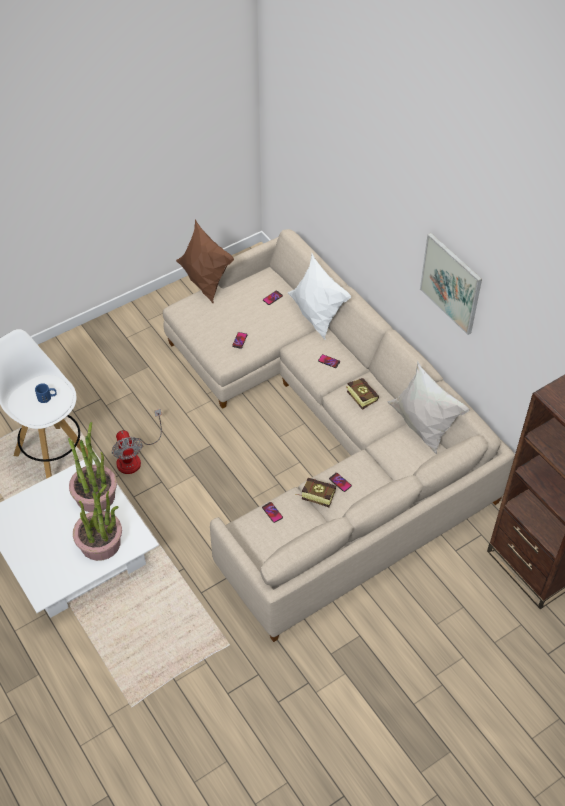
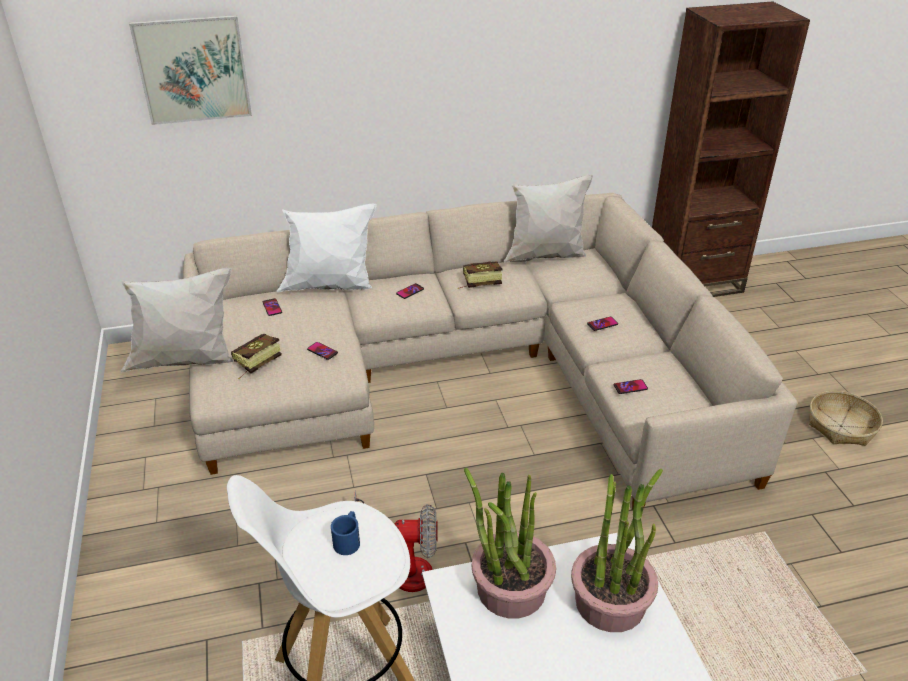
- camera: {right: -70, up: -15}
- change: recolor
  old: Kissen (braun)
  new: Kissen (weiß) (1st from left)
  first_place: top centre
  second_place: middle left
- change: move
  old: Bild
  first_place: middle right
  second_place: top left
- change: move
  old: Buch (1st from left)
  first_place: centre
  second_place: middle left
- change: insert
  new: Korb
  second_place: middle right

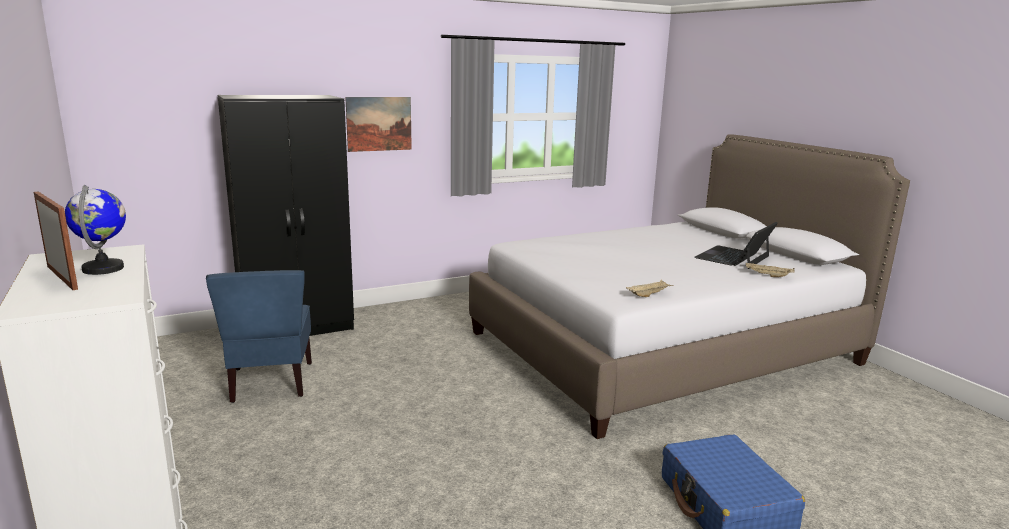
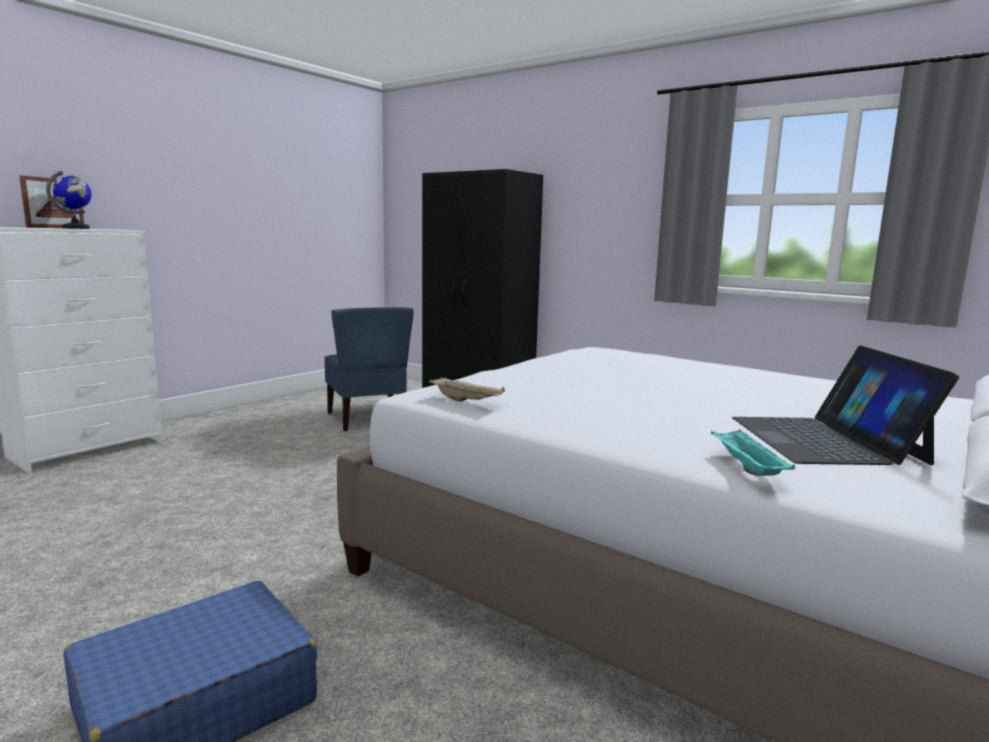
- camera: {right: 65, up: -5}
- change: rotate
  old: Stuhl (blau)
  first_place: middle left
  second_place: centre
  degrees: -75
- change: recolor
  old: Tablett (beige) (2nd from left)
  new: Tablett (türkis)
  first_place: middle right
  second_place: middle right
- change: rotate
  old: Laptop
  first_place: middle right
  second_place: middle right
  degrees: -105
- change: delete
  old: Bild
  first_place: top centre

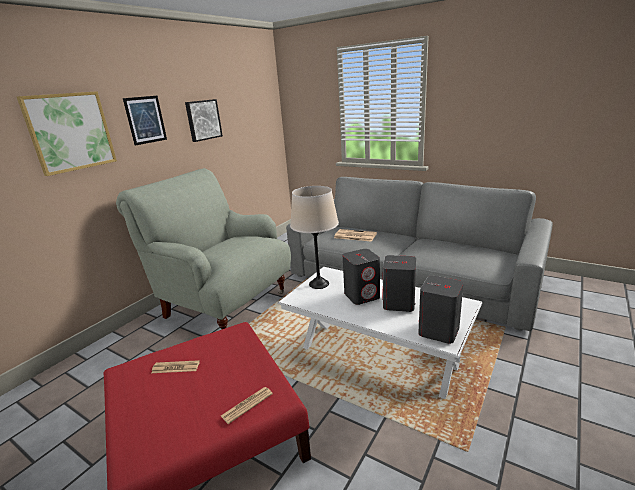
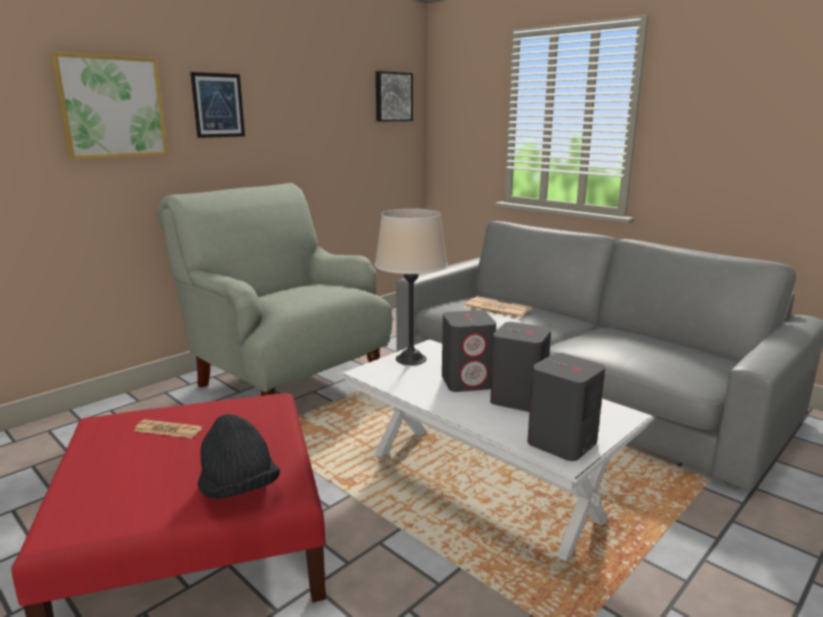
- camera: {right: 10, up: -5}
- change: replace
  old: Zeitung (2nd from left)
  new: Hut (schwarz)
  first_place: bottom centre
  second_place: bottom left
- change: move
  old: Bild (3rd from left)
  first_place: top left
  second_place: top centre

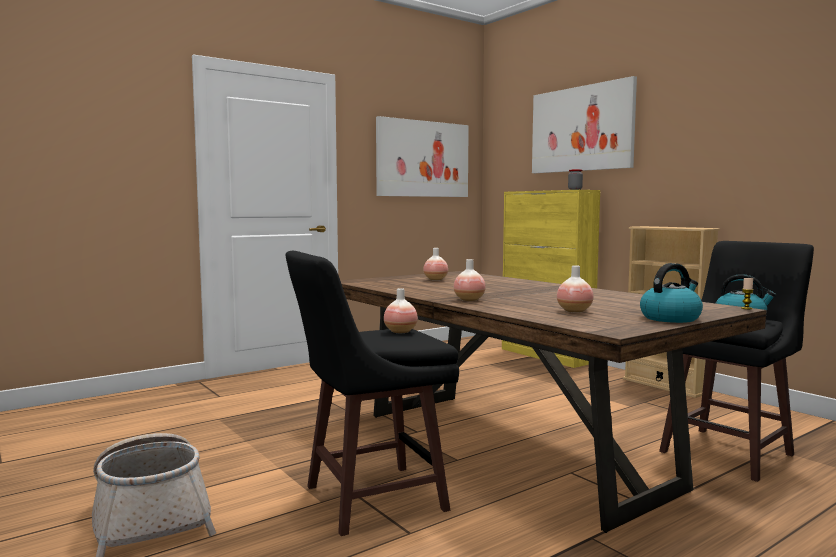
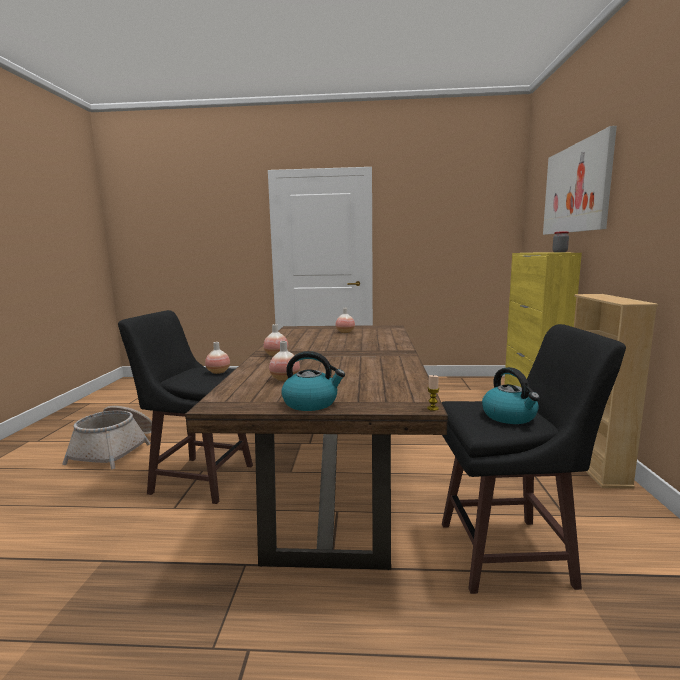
- camera: {right: 40, up: 5}
- change: delete
  old: Bild (1st from left)
  first_place: top centre

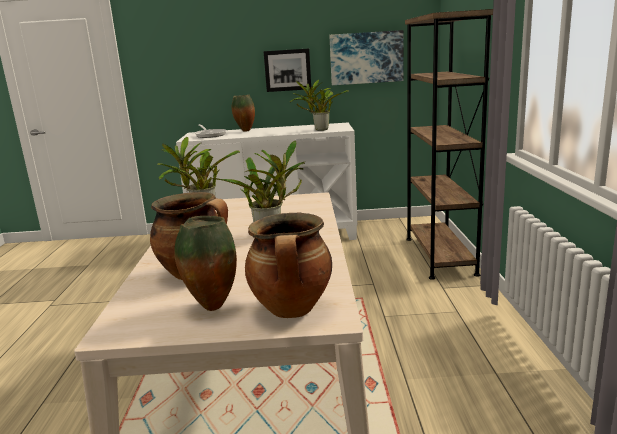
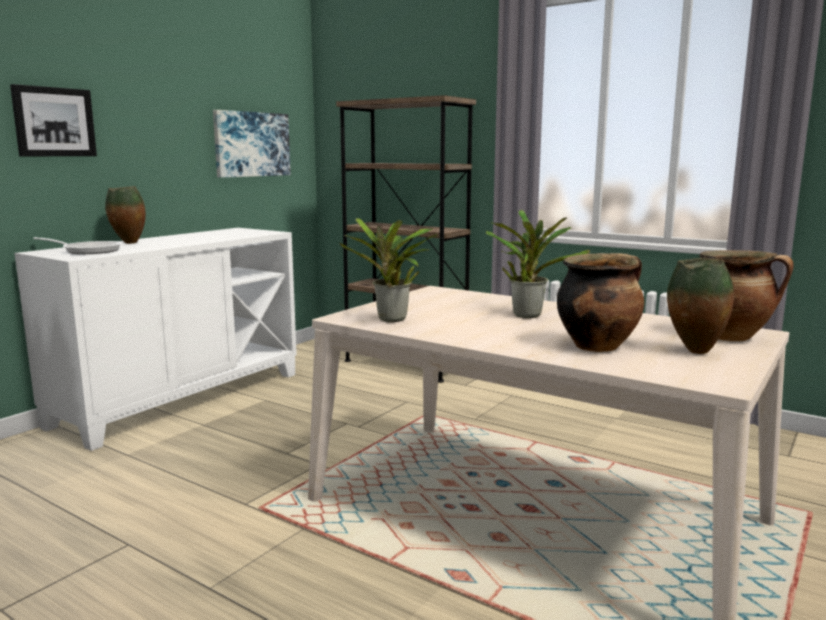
- camera: {right: -55, up: -5}
- change: move
  old: Bild (1st from left)
  first_place: top centre
  second_place: top left
- change: delete
  old: Topfpflanze (3rd from left)
  first_place: top centre

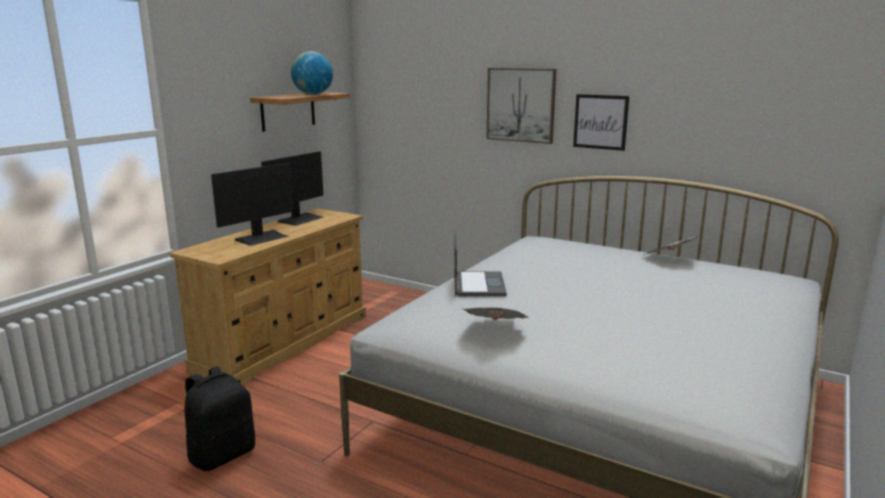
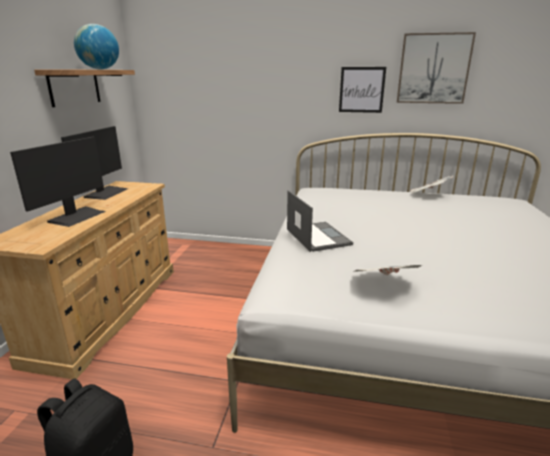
- camera: {right: -20, up: 5}
- change: move
  old: Bild (1st from left in the first image)
  new: Bild (2nd from left)
  first_place: top centre
  second_place: top right

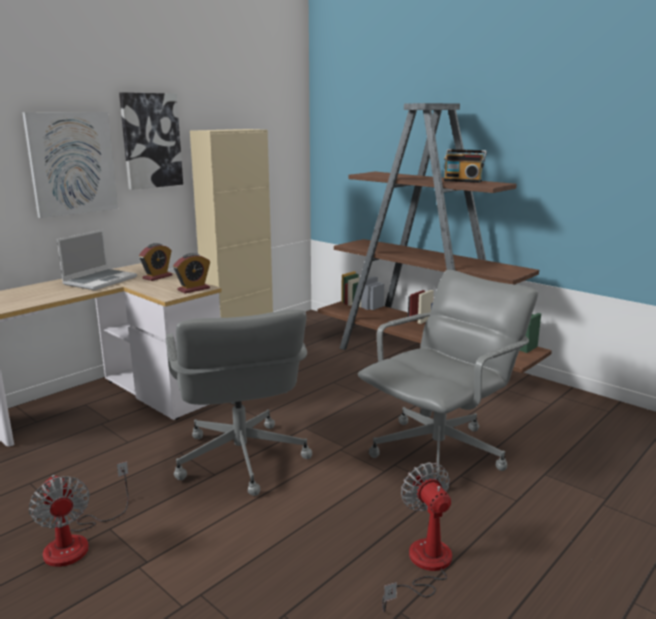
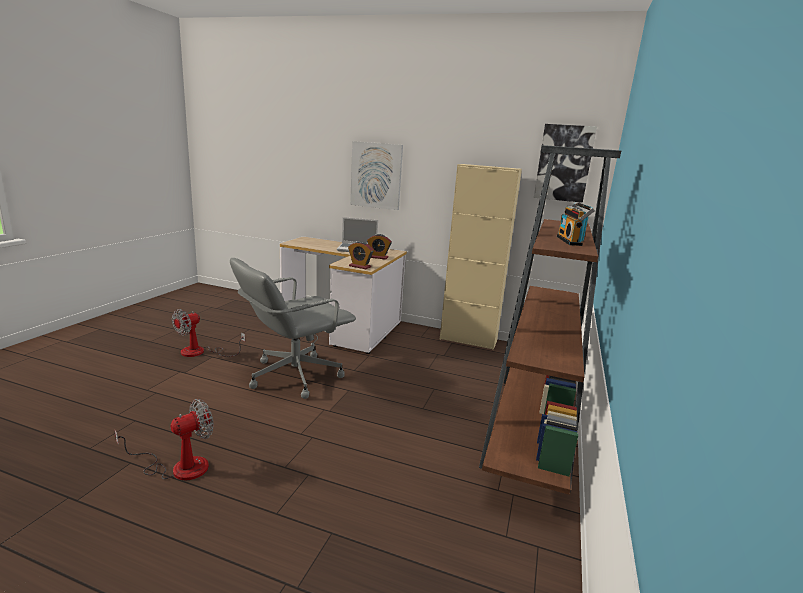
- camera: {right: 65, up: 0}
- change: move
  old: Bild (2nd from left)
  first_place: top left
  second_place: top right
- change: delete
  old: Bürostuhl (grau) (2nd from left)
  first_place: middle right

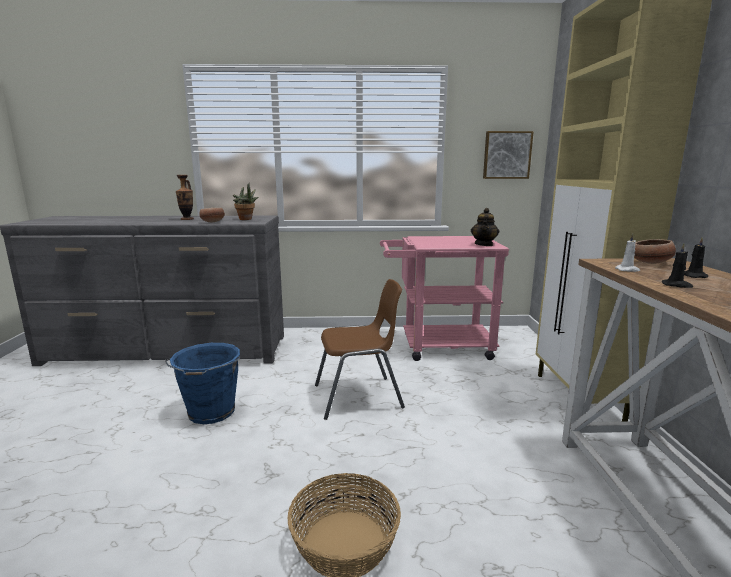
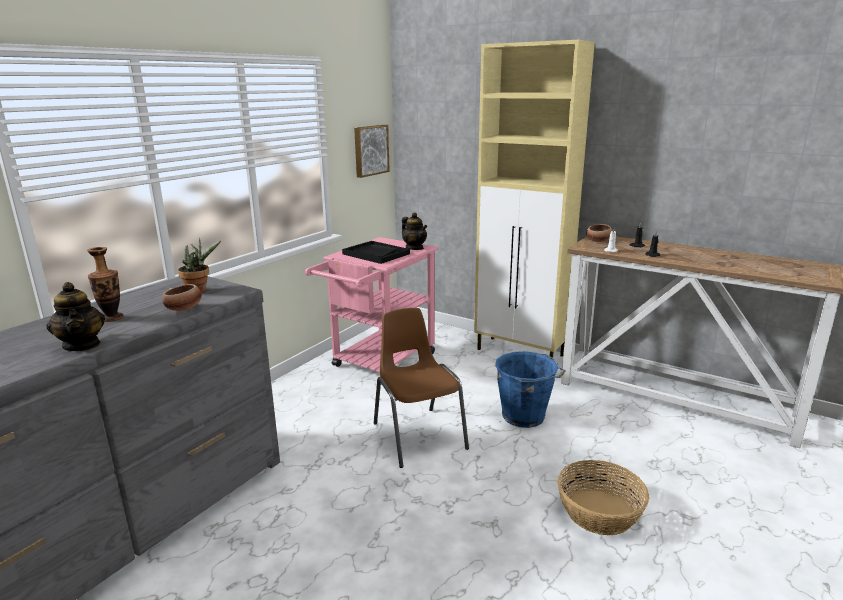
- camera: {right: -55, up: 5}
- change: insert
  new: Teekanne (1st from left)
  second_place: middle left
- change: insert
  new: Tablett (schwarz)
  second_place: centre
- change: rotate
  old: Stuhl (braun)
  first_place: centre
  second_place: centre
  degrees: -45
- change: move
  old: Eimer (blau)
  first_place: middle left
  second_place: centre

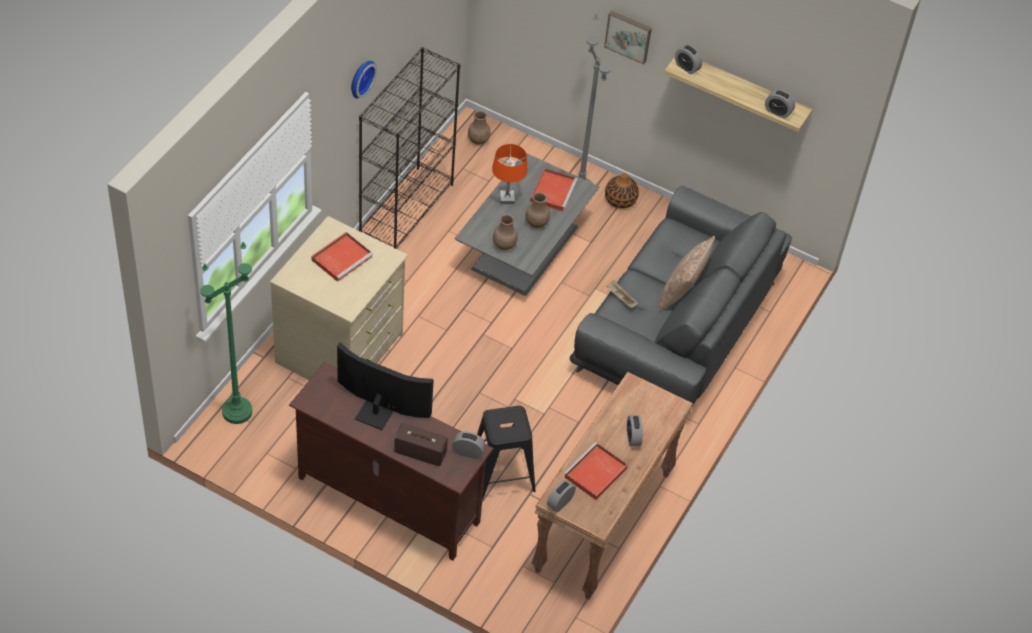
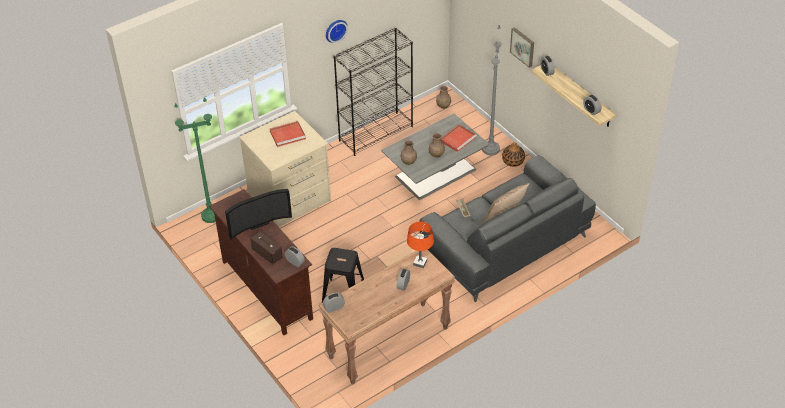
- camera: {right: 30, up: -5}
- change: rotate
  old: Fernseher
  first_place: centre
  second_place: middle left
  degrees: 105
- change: move
  old: Tischlampe (orange)
  first_place: top centre
  second_place: centre
- change: delete
  old: Tablett (rot) (3rd from left)
  first_place: bottom centre

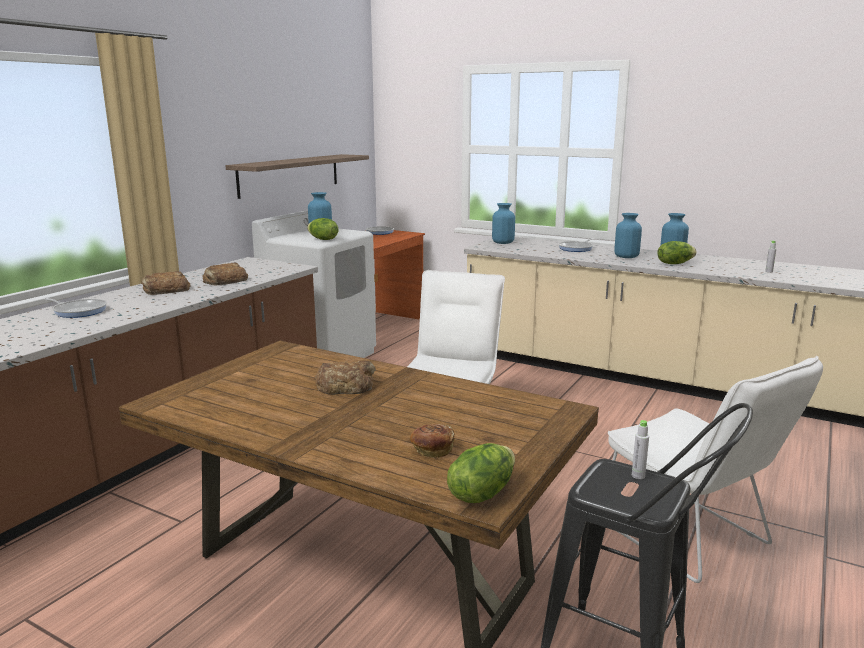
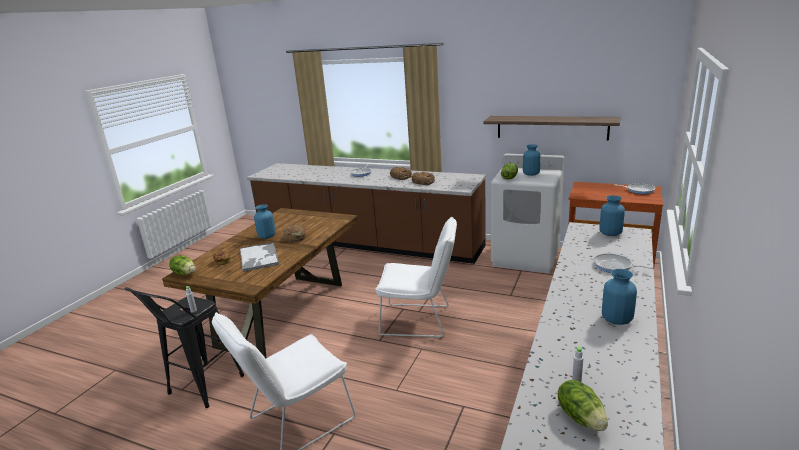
- camera: {right: 85, up: 5}
- change: insert
  new: Tablett
  second_place: middle left
- change: move
  old: Vase (blau) (3rd from left in the first image)
  new: Vase (blau) (1st from left)
  first_place: middle right
  second_place: middle left
- change: move
  old: Salatkopf (3rd from left)
  first_place: middle right
  second_place: bottom right

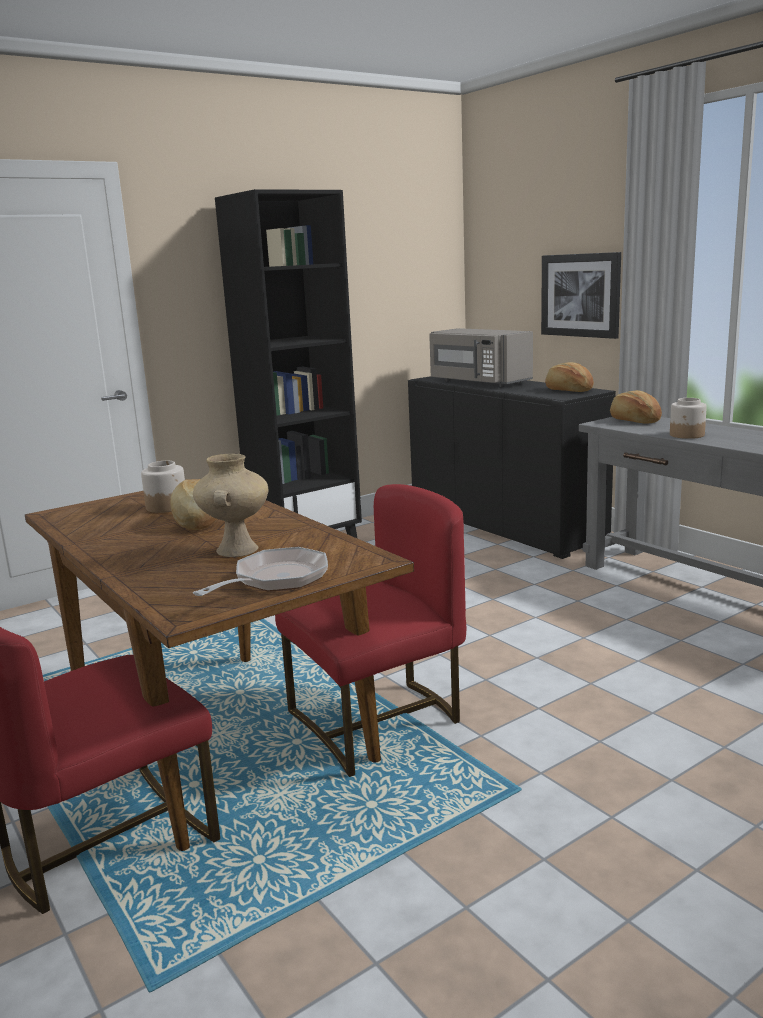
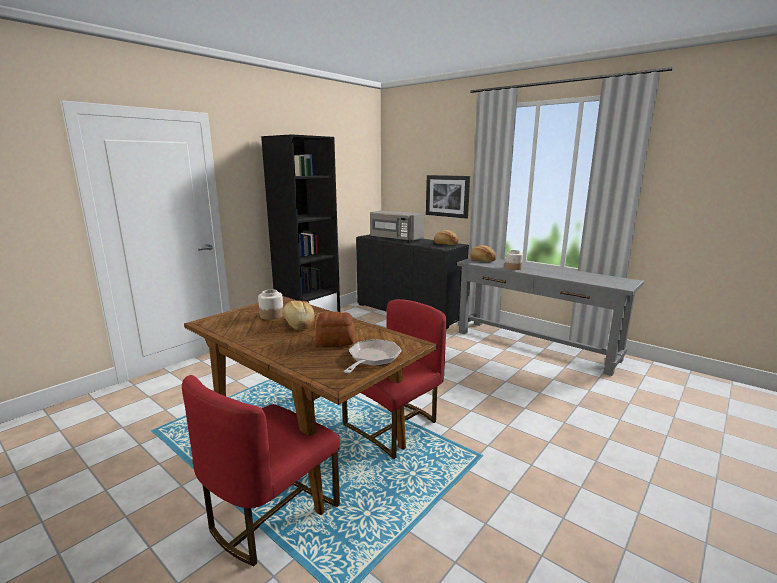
- camera: {right: -15, up: 0}
- change: replace
  old: Vase (beige)
  new: Brot (2nd from left)
  first_place: middle left
  second_place: centre

